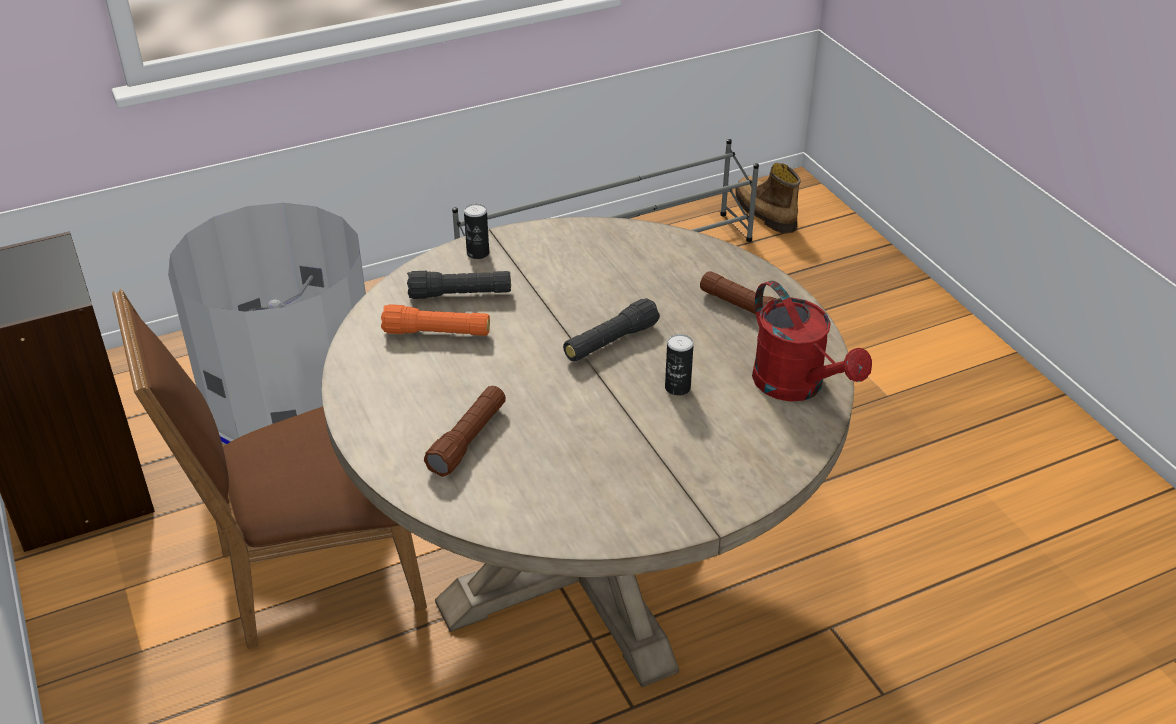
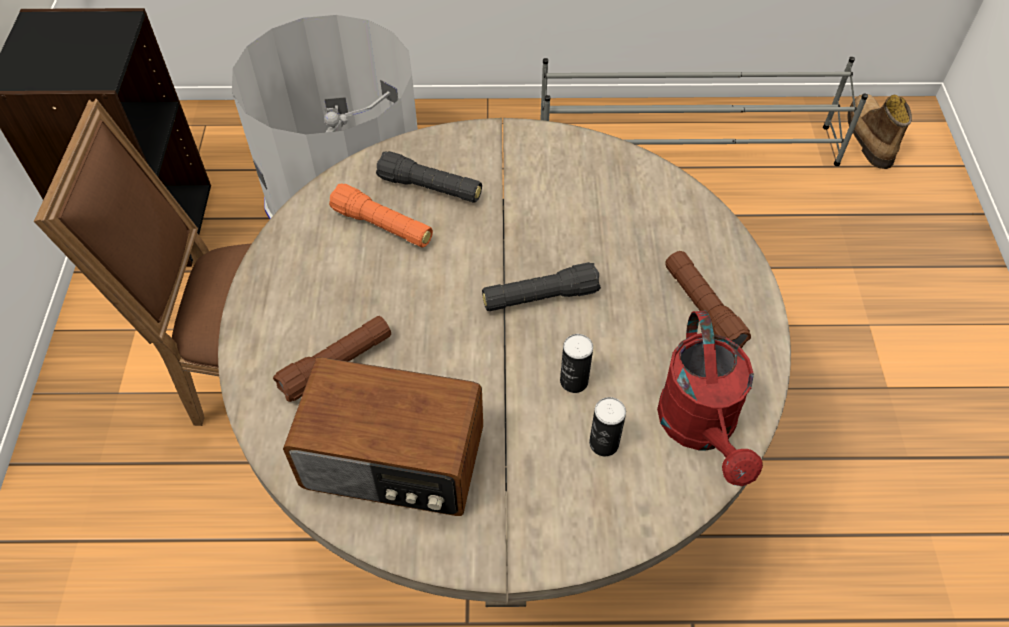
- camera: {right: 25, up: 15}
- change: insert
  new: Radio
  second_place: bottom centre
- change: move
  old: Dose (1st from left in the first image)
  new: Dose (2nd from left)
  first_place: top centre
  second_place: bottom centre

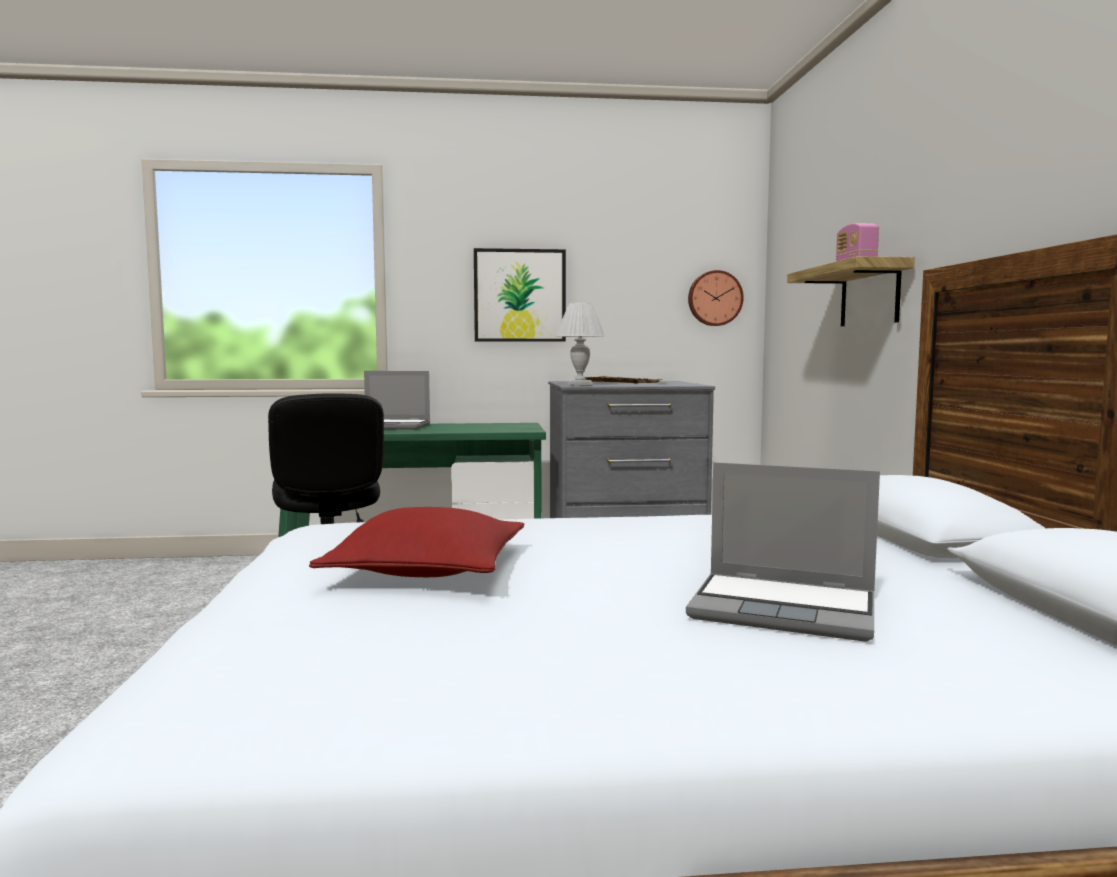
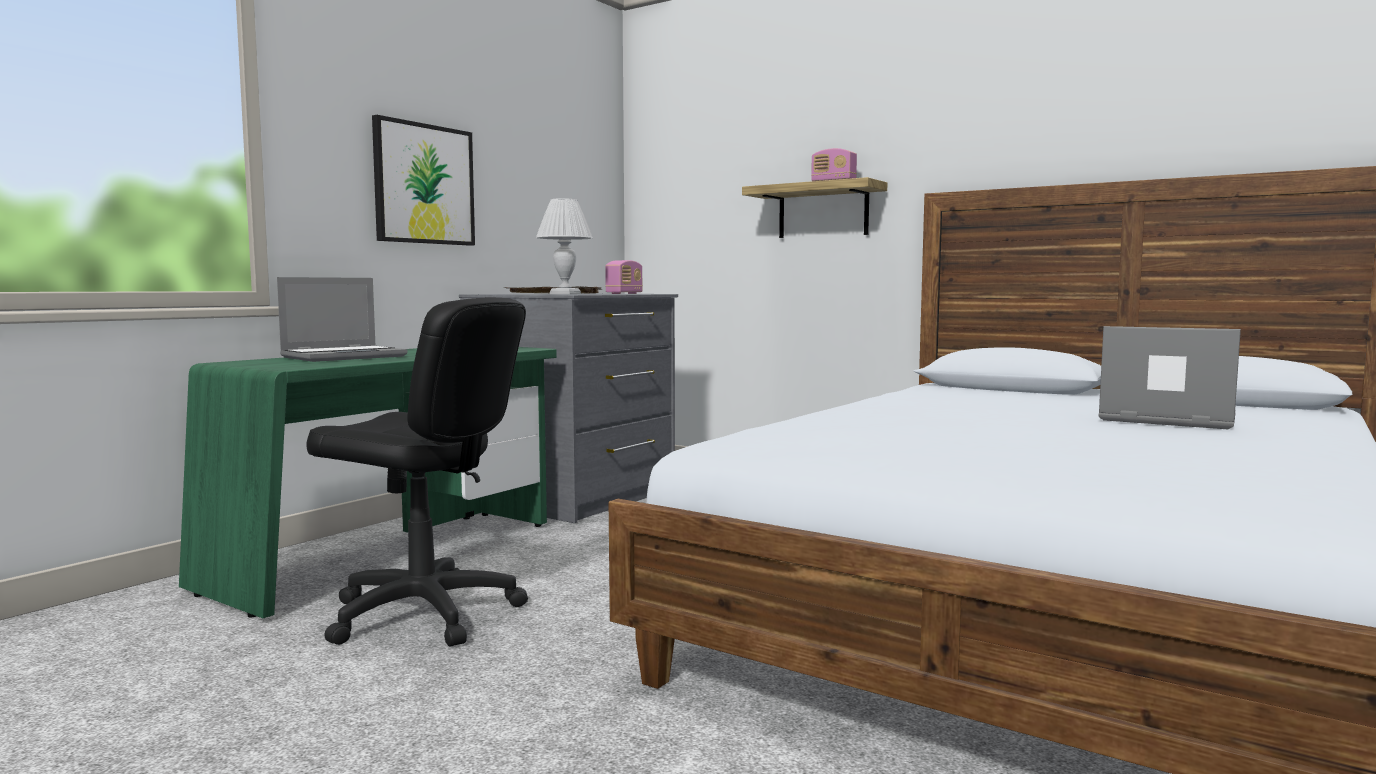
- camera: {right: -50, up: 0}
- change: insert
  new: Radio (1st from left)
  second_place: centre
- change: rotate
  old: Laptop (2nd from left)
  first_place: middle right
  second_place: middle right
  degrees: -120
- change: delete
  old: Kissen (rot)
  first_place: centre
- change: delete
  old: Wanduhr
  first_place: centre

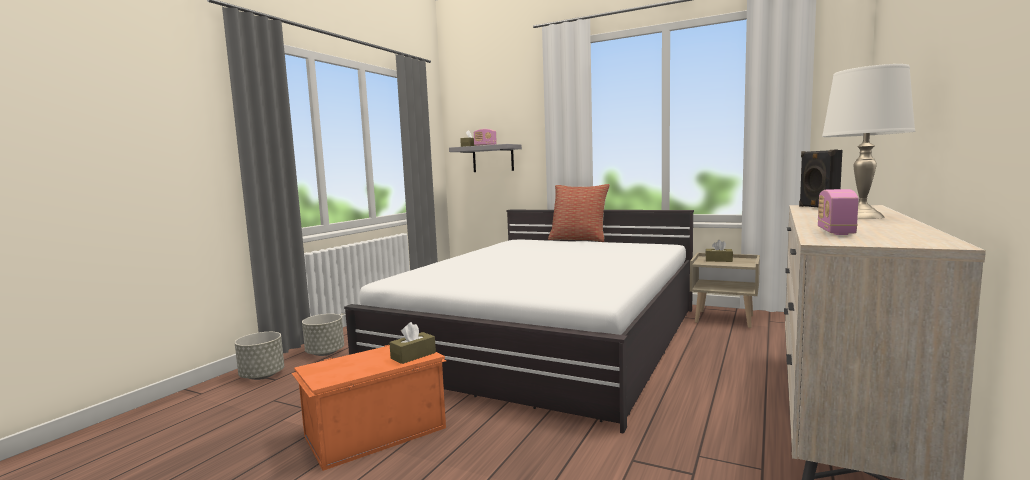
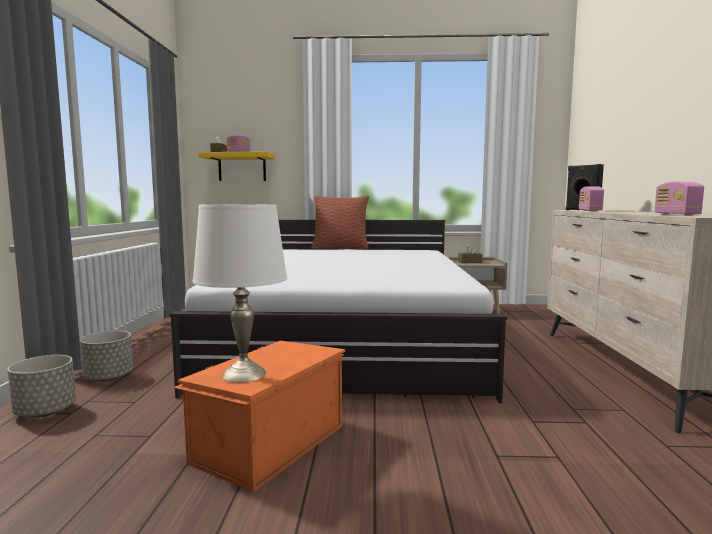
- camera: {right: -25, up: 0}
- change: move
  old: Tischlampe (weiß)
  first_place: top right
  second_place: centre
- change: recolor
  old: Wandregal (grau)
  new: Wandregal (gelb)
  first_place: top centre
  second_place: top left
- change: insert
  new: Radio (2nd from left)
  second_place: middle right
- change: delete
  old: Taschentuchbox (braun) (1st from left)
  first_place: bottom centre

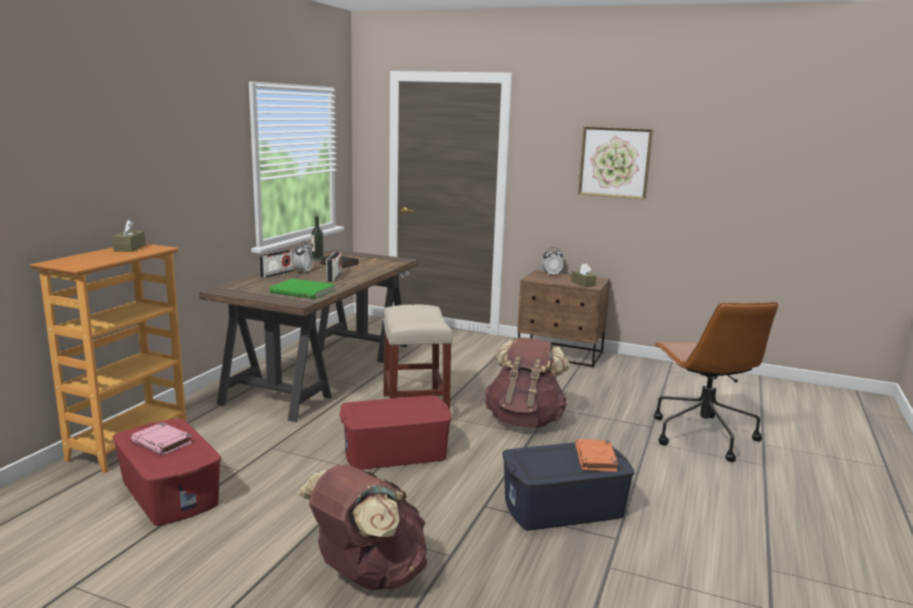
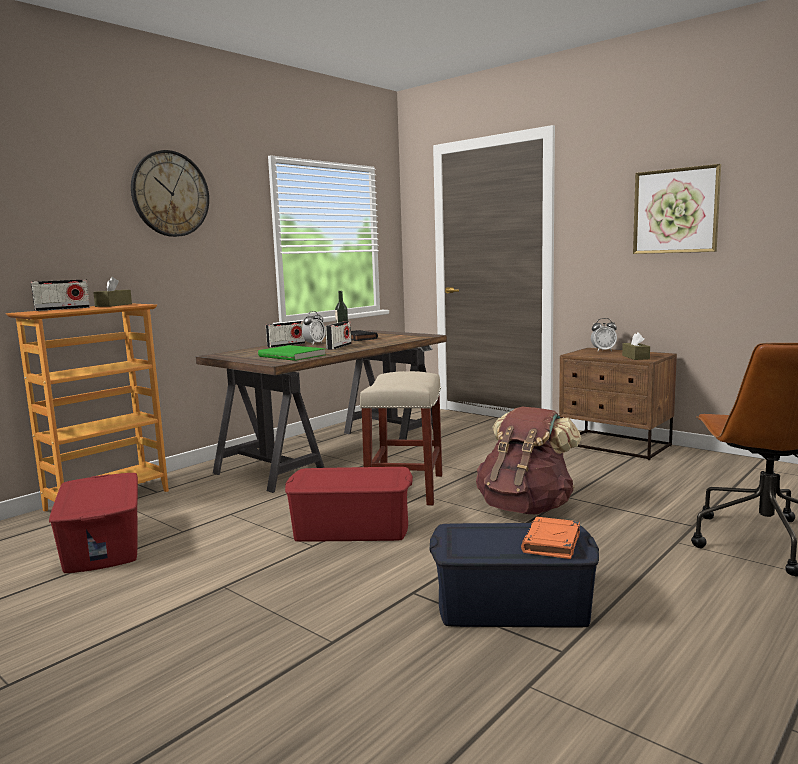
- camera: {right: 20, up: -5}
- change: insert
  new: Radio (1st from left)
  second_place: middle left
- change: insert
  new: Wanduhr
  second_place: top left
- change: delete
  old: Buch (rosa)
  first_place: bottom left
- change: delete
  old: Rucksack (braun) (1st from left)
  first_place: bottom centre

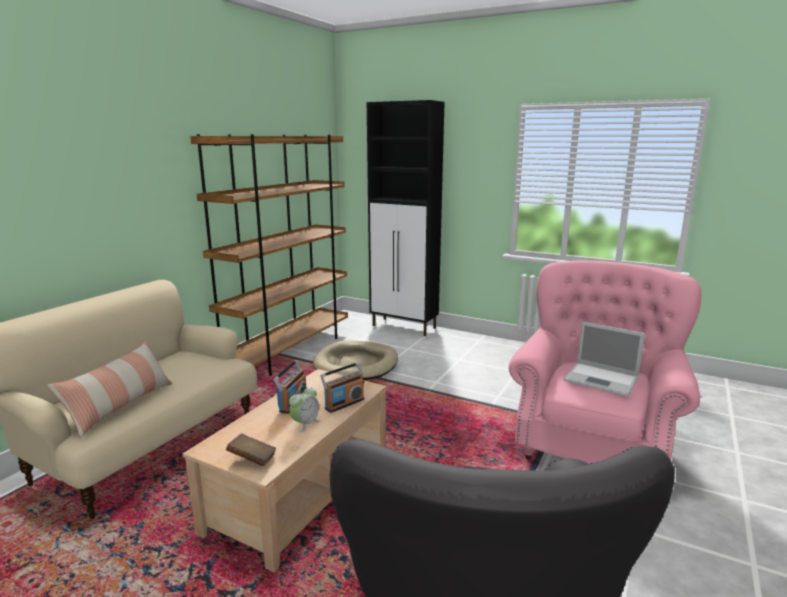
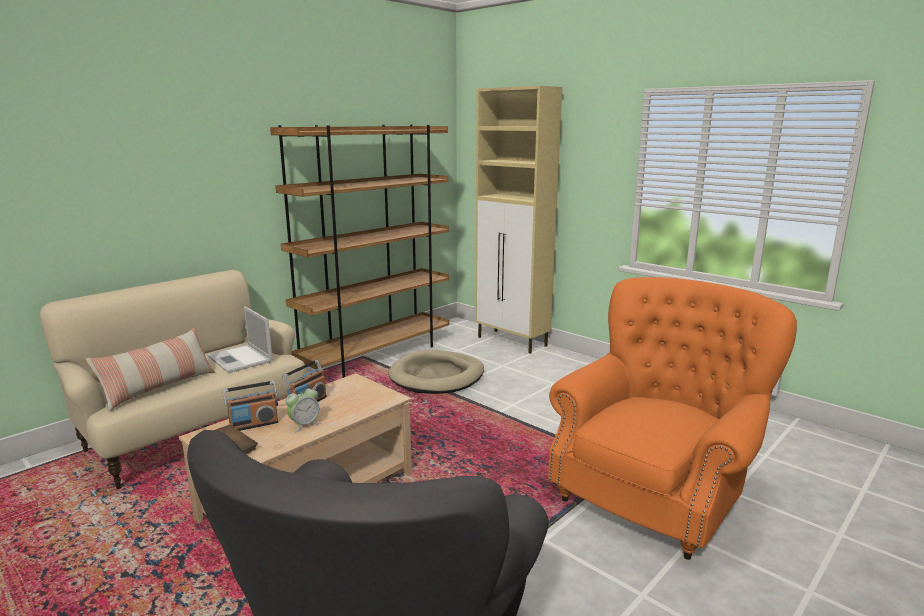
- camera: {right: 15, up: 0}
- change: move
  old: Laptop
  first_place: middle right
  second_place: middle left
- change: move
  old: Radio (2nd from left in the first image)
  new: Radio (1st from left)
  first_place: centre
  second_place: middle left
- change: recolor
  old: Schrank (schwarz)
  new: Schrank (beige)
  first_place: centre
  second_place: centre
- change: recolor
  old: Sessel (rosa)
  new: Sessel (orange)
  first_place: middle right
  second_place: bottom right

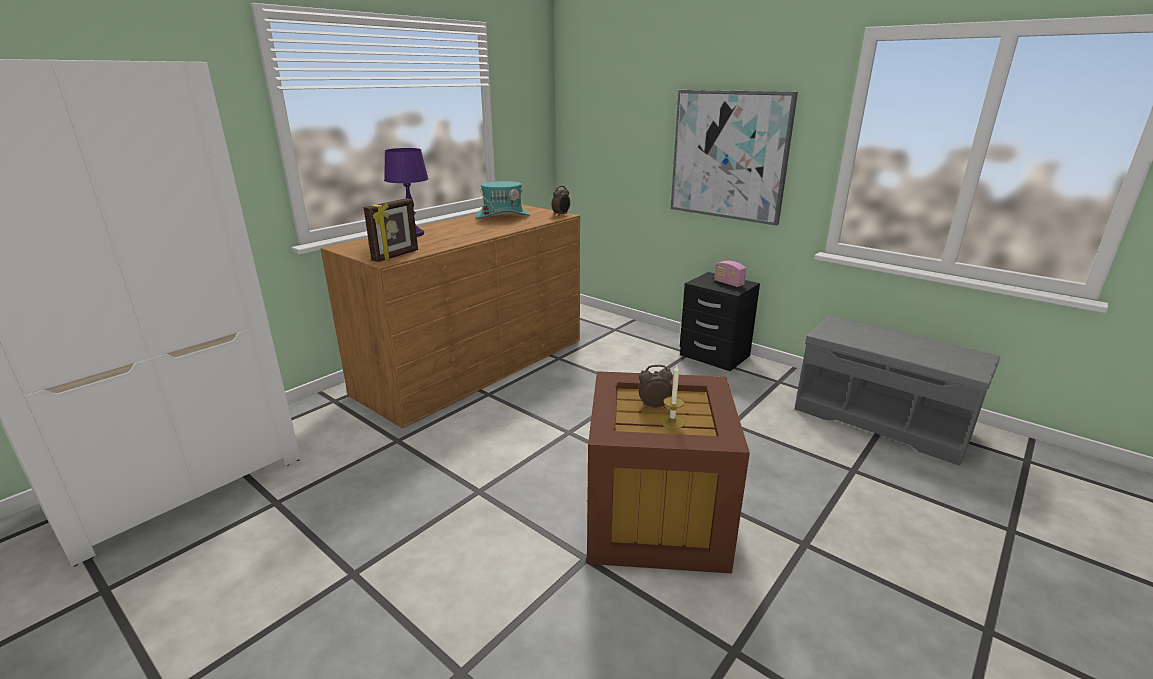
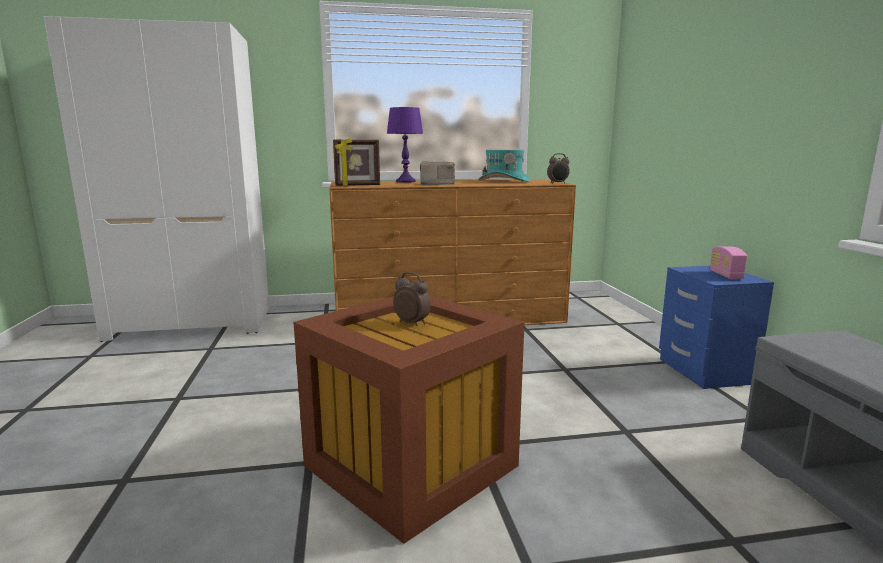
- camera: {right: 40, up: -10}
- change: insert
  new: Radio (1st from left)
  second_place: top centre
- change: recolor
  old: Nachttisch (schwarz)
  new: Nachttisch (blau)
  first_place: centre
  second_place: middle right
- change: delete
  old: Kerze
  first_place: centre
- change: delete
  old: Bild
  first_place: top centre

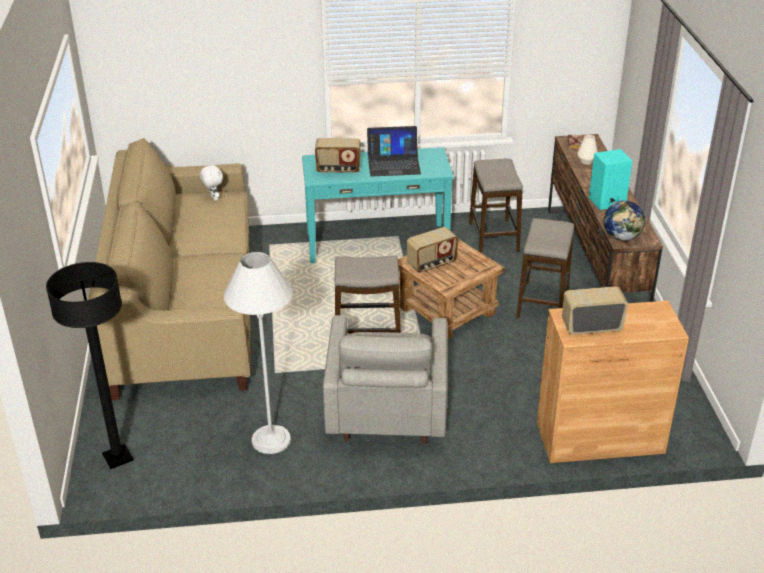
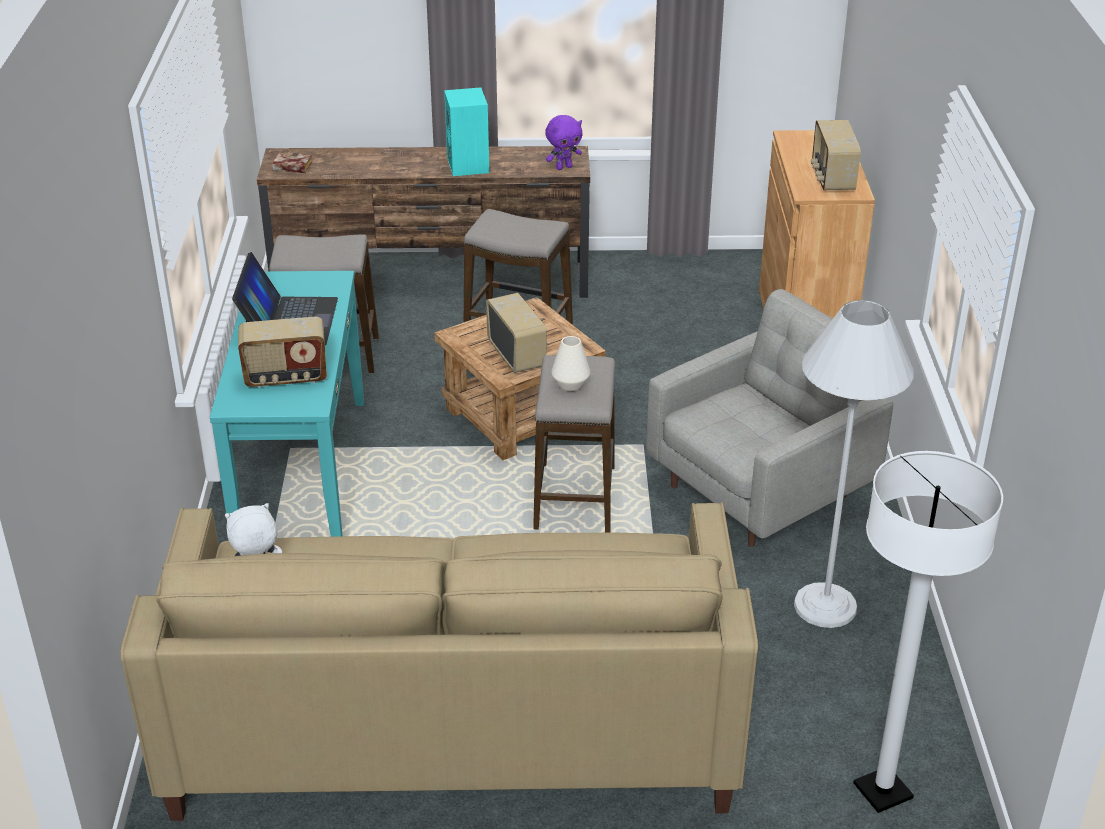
- camera: {right: -85, up: 0}
- change: rotate
  old: Radio (1st from left)
  first_place: top centre
  second_place: middle left
  degrees: 75
- change: replace
  old: Globus
  new: Plüschtier (lila)
  first_place: middle right
  second_place: top centre
- change: move
  old: Vase (weiß)
  first_place: top right
  second_place: centre
- change: rotate
  old: Sessel (grau)
  first_place: centre
  second_place: middle right
  degrees: -45
- change: recolor
  old: Stehlampe (schwarz)
  new: Stehlampe (weiß) (2nd from left)
  first_place: middle left
  second_place: bottom right

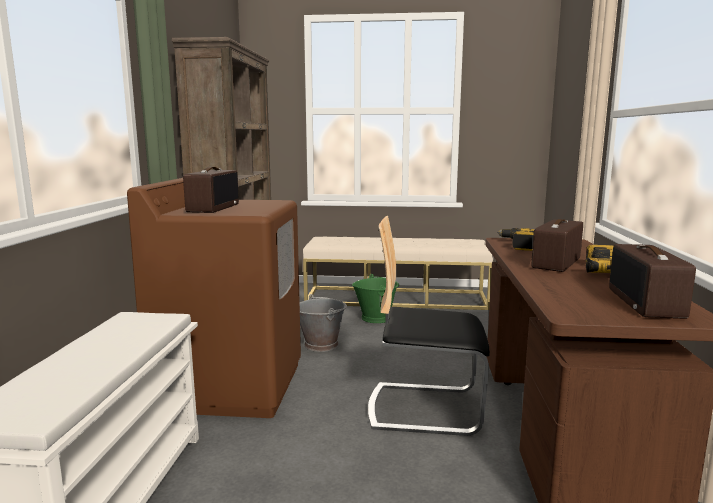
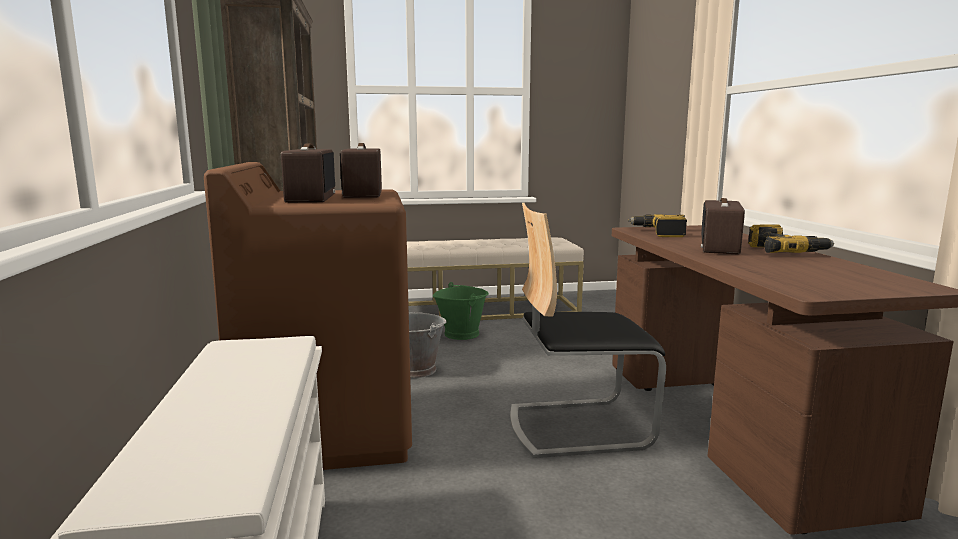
- camera: {right: -15, up: 0}
- change: move
  old: Radio (3rd from left in the first image)
  new: Radio (2nd from left)
  first_place: middle right
  second_place: top centre

